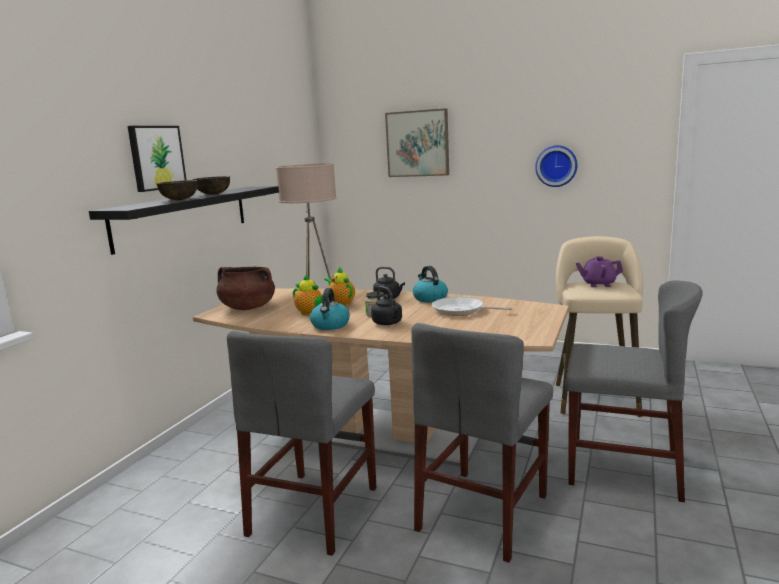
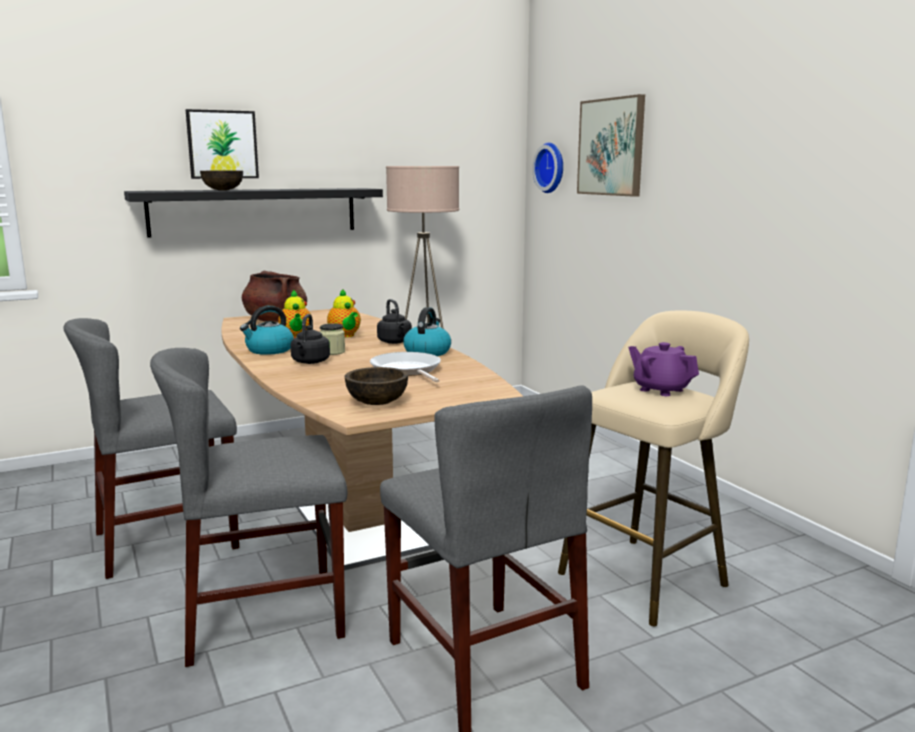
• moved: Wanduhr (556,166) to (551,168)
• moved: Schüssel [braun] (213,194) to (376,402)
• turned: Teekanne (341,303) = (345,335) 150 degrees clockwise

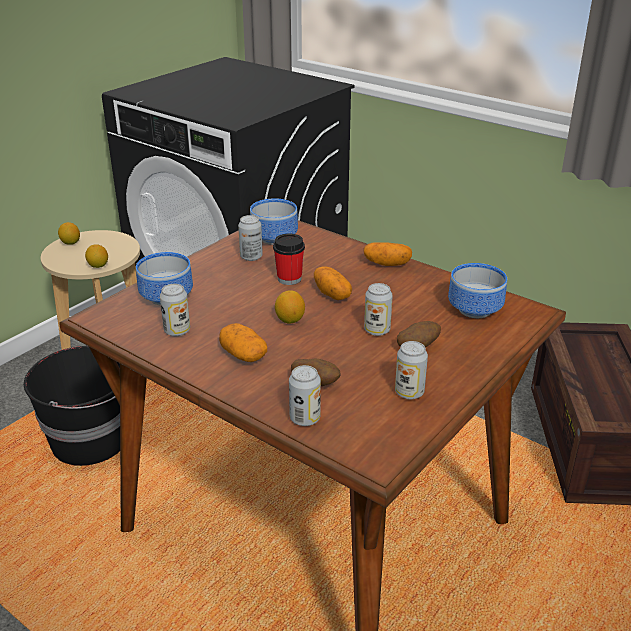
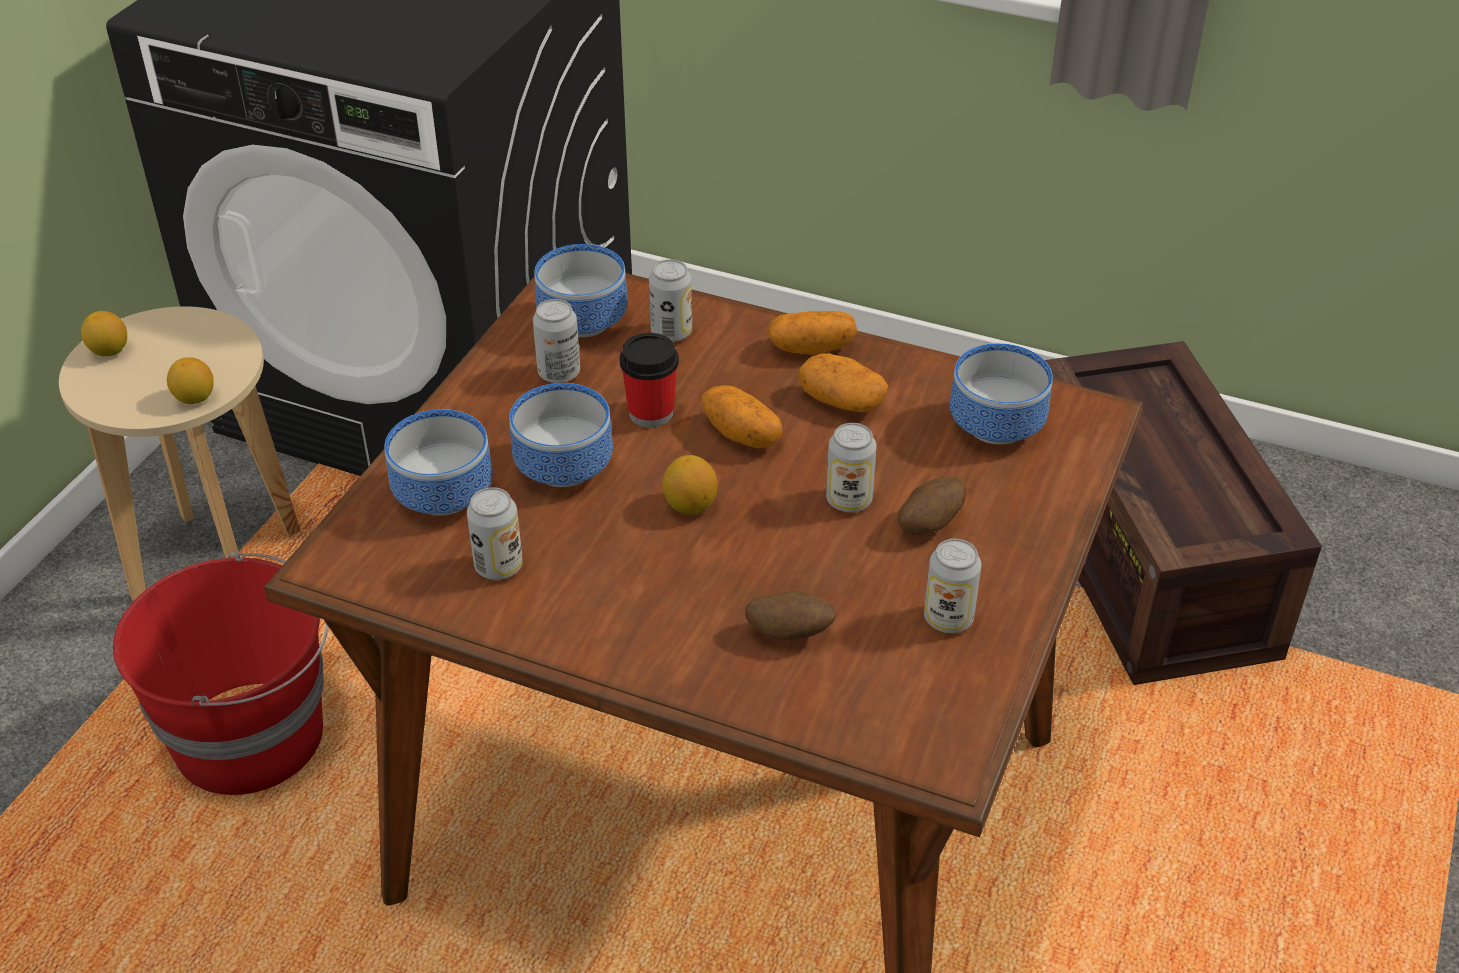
• moved: Kartoffel (243,355) to (841,402)
• recoloured: Eimer [schwarz] (92,441) to Eimer [rot] (253,737)
• moved: Dose (305,418) to (671,332)
• added: Schüssel (559,467)

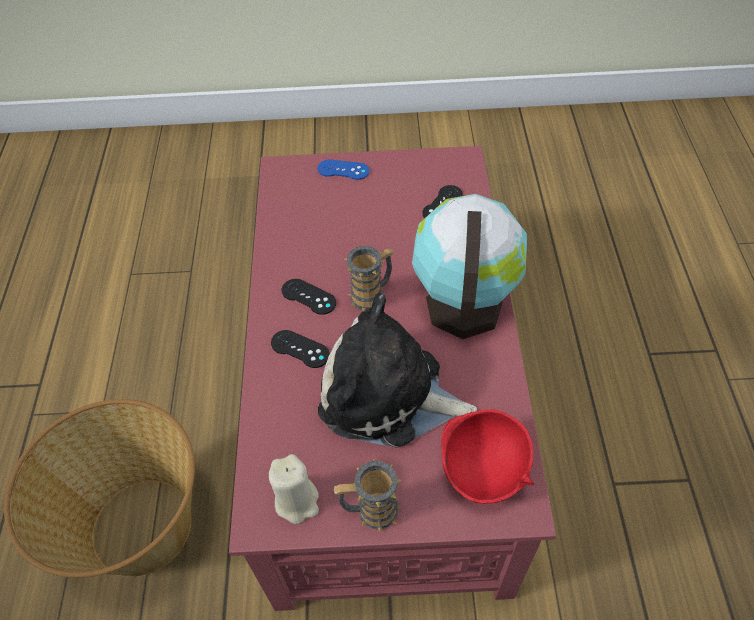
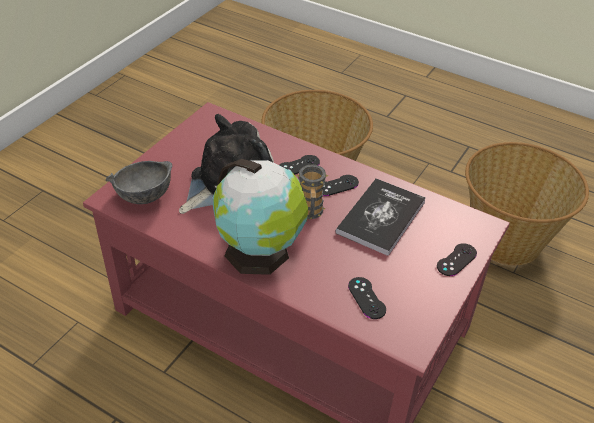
• recoloured: Gamepad [blau] (343,170) to Gamepad [schwarz] (456,260)
• recoloured: Schüssel [rot] (483,472) to Schüssel [grau] (144,195)
• removed: Kerze [beige] (297,501)
• removed: Henkelbecher (370,511)
• added: Korb (506,239)
• added: Buch (381,217)

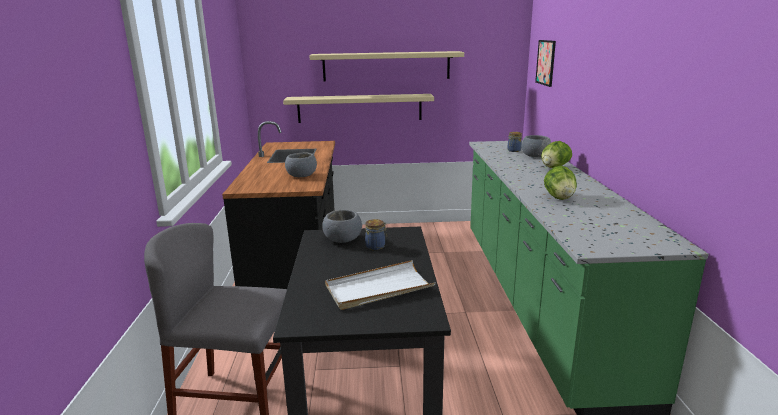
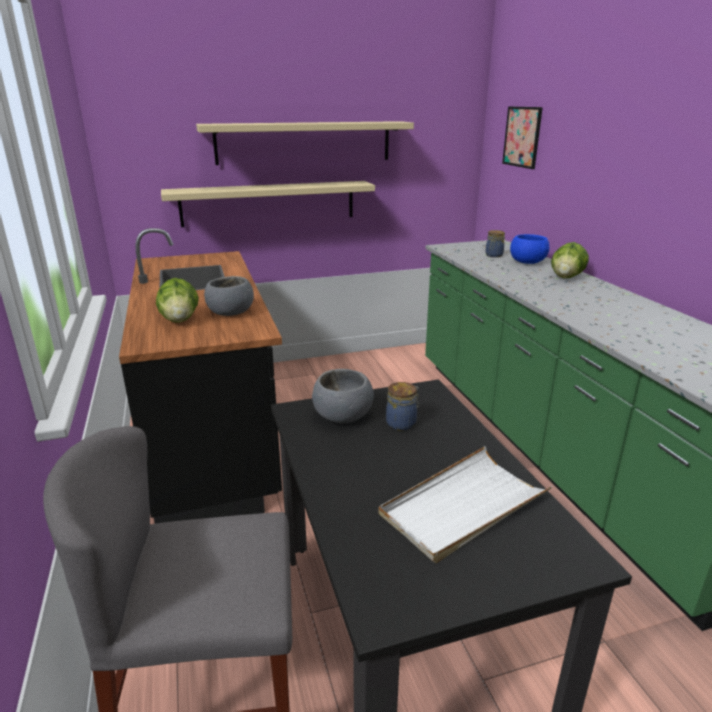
• recoloured: Schüssel [grau] (535,156) to Schüssel [blau] (527,262)
• moved: Salatkopf (559,198) to (180,320)

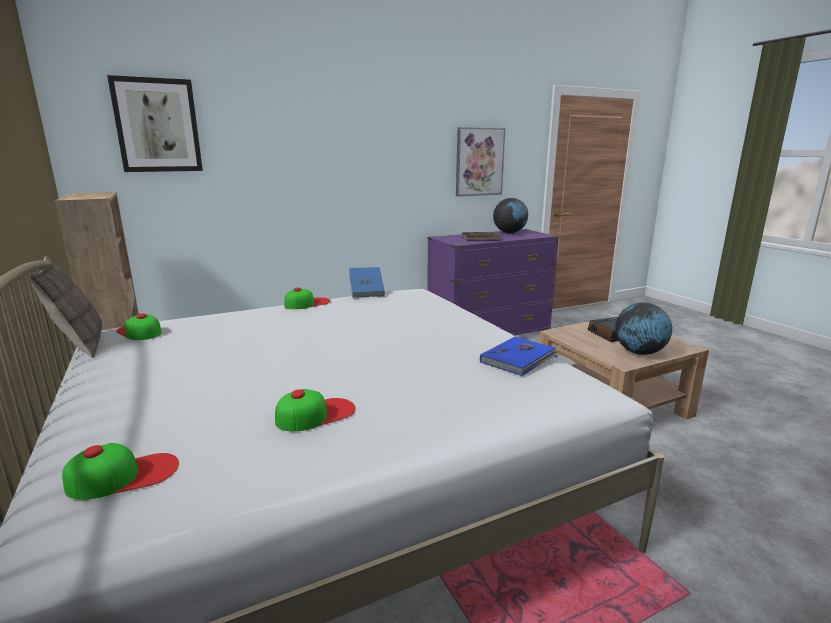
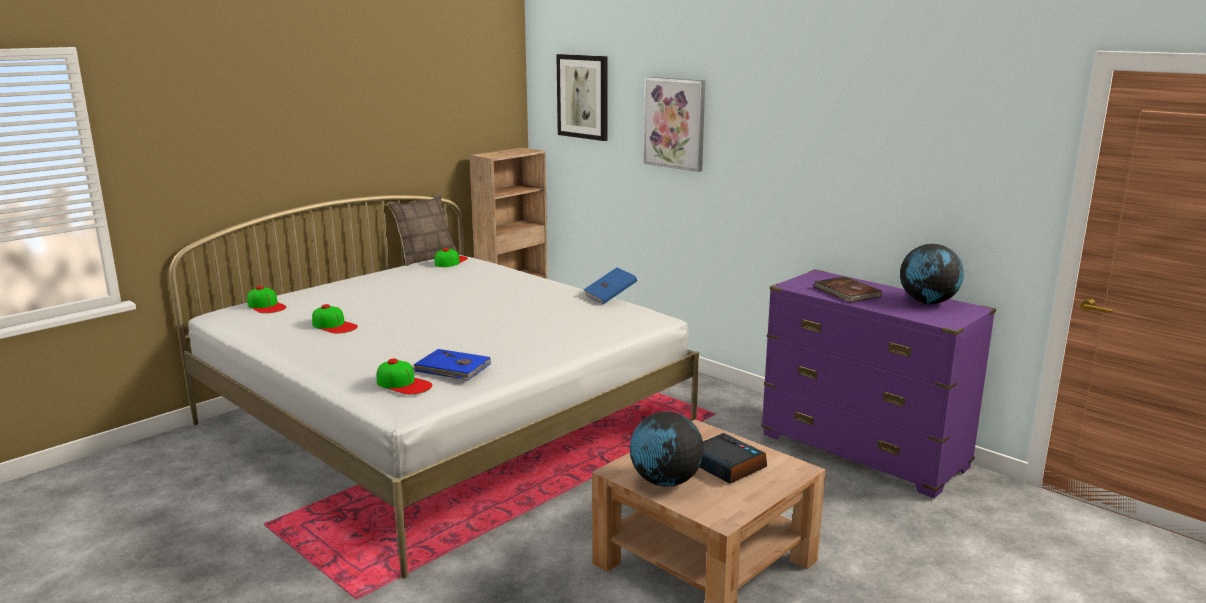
• moved: Bild (479,162) to (675,123)
• moved: Kappe (307,303) to (403,384)

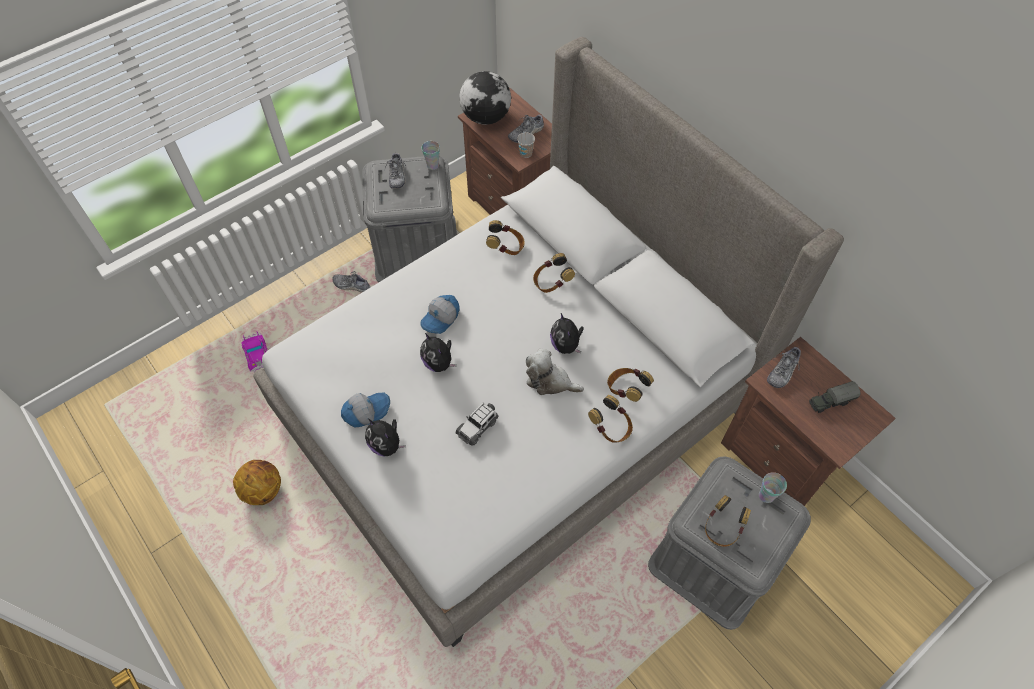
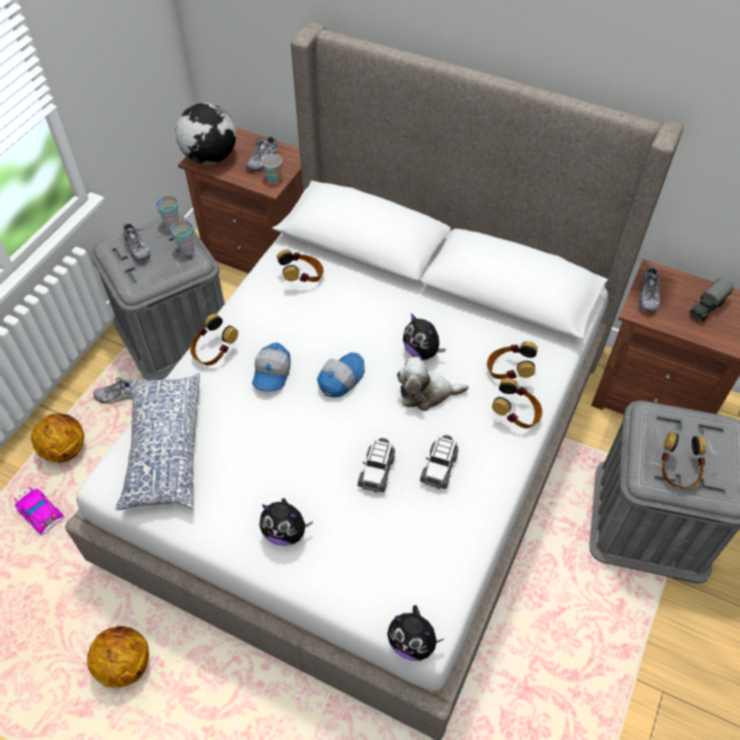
• moved: Kopfhörer (551,283) to (214,352)
• moved: Plüschtier (439,363) to (412,642)
• moved: Kappe (366,411) to (340,378)
• moved: Tasse (766,495) to (187,250)
• added: Kissen (163,449)
• added: Basketball (65,449)
• added: Spielzeugauto (439,467)

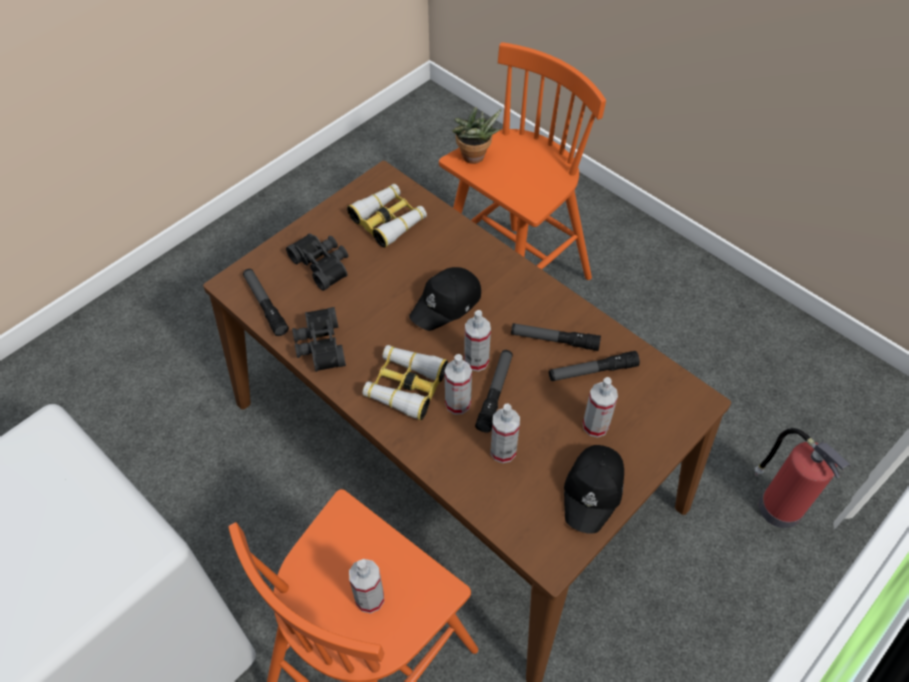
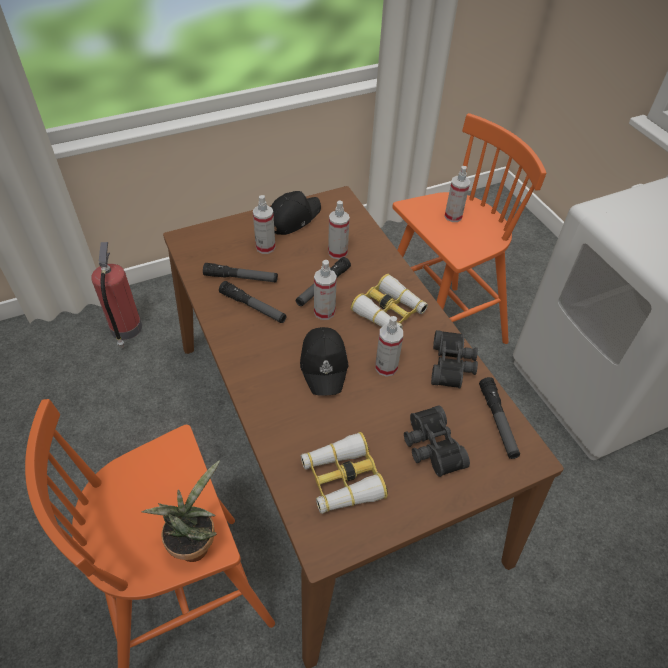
• turned: Kappe [schwarz] (447,304) = (324,365) 105 degrees clockwise
• moved: Sprühflasche (458,403) to (386,367)

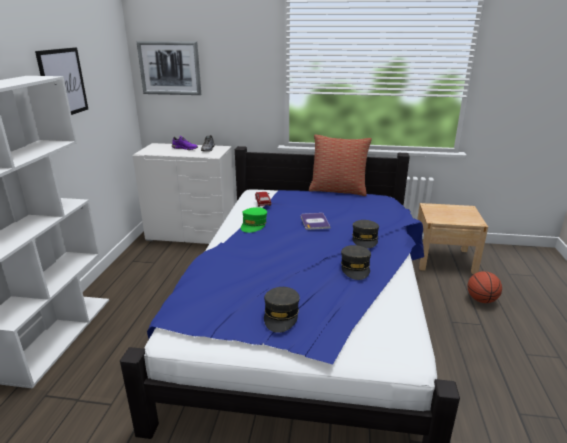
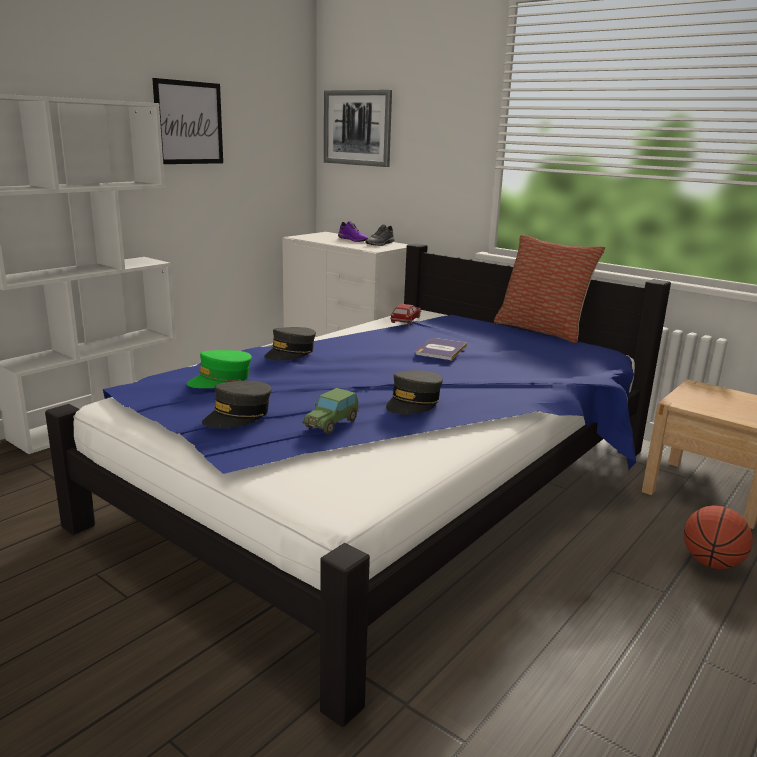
• moved: Kappe [grün] (253,225) to (221,380)
• moved: Kappe [grau] (365,239) to (290,353)
• added: Spielzeugauto (331,423)

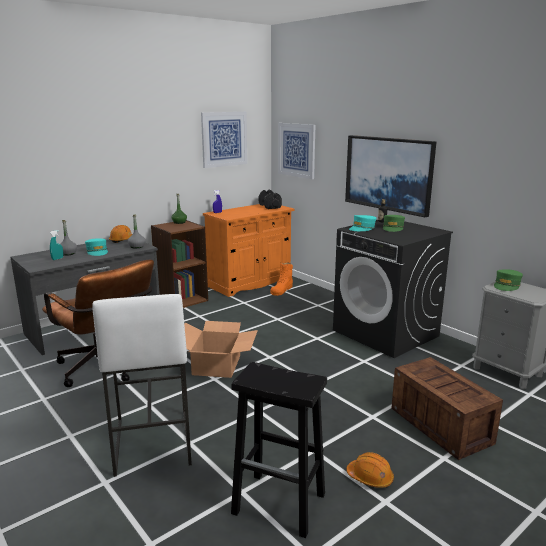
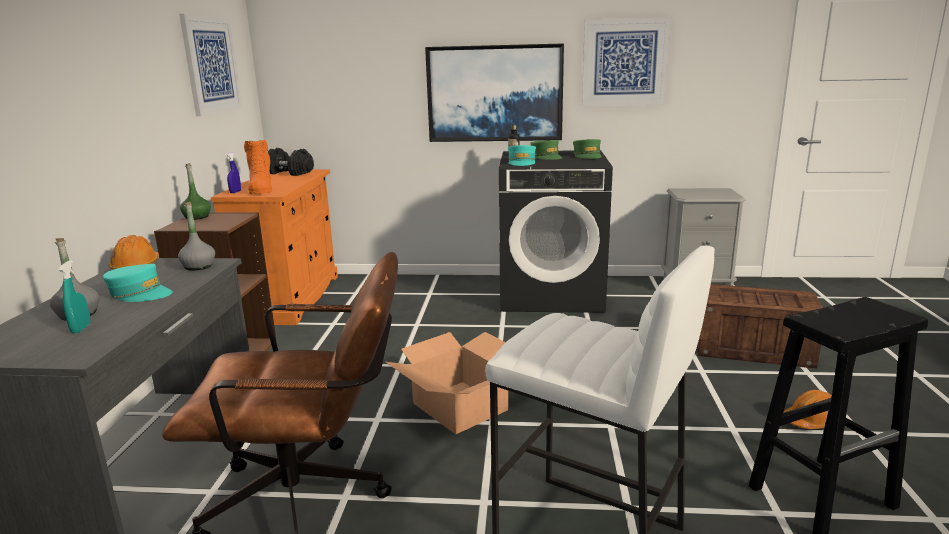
• moved: Bild (296,150) to (624,62)
• moved: Stiefel [orange] (282,290) to (261,189)
• moved: Kappe [grün] (507,285) to (587,156)

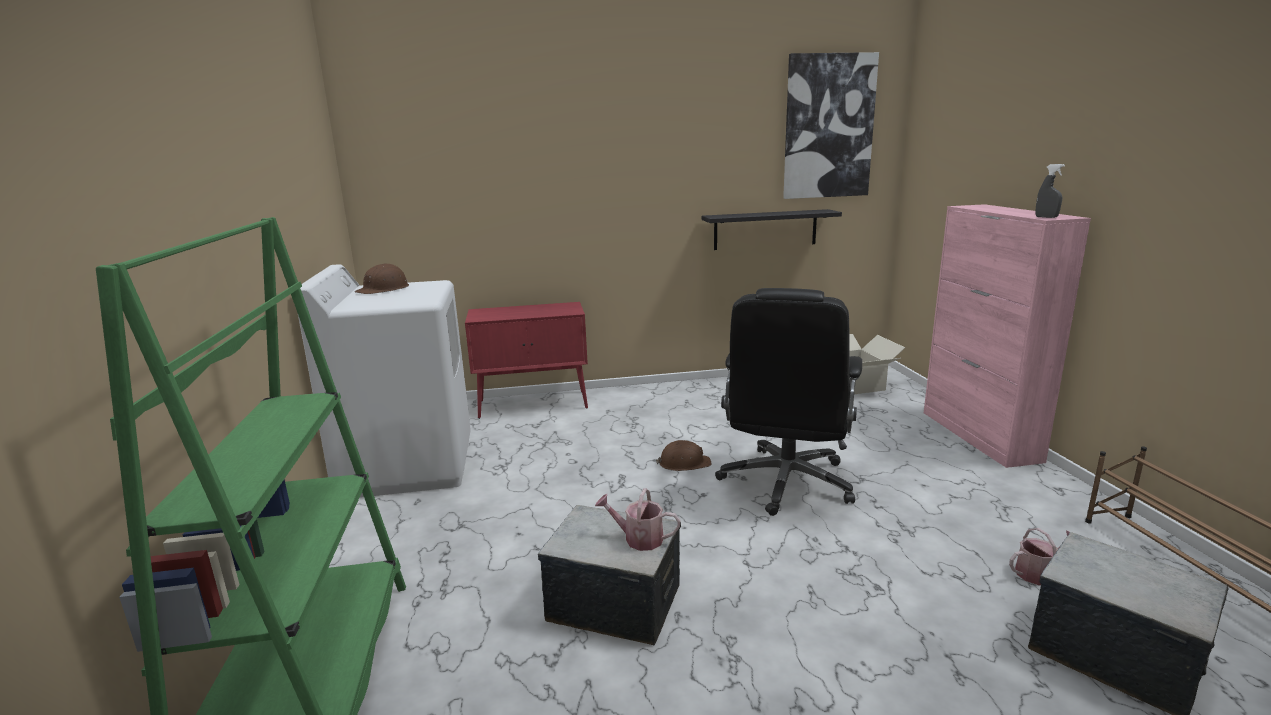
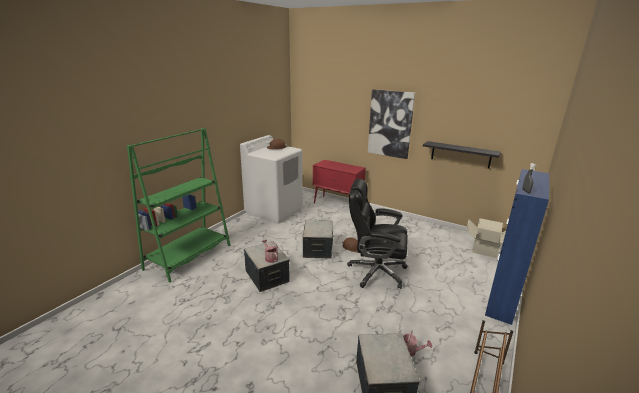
• moved: Bild (828,127) to (390,124)
• recoloured: Schrank [rosa] (979,436) to Schrank [blau] (502,298)
• turned: Bürostuhl [schwarz] (786,483) = (375,272) 45 degrees clockwise
• added: Aufbewahrungsbox (318,249)

